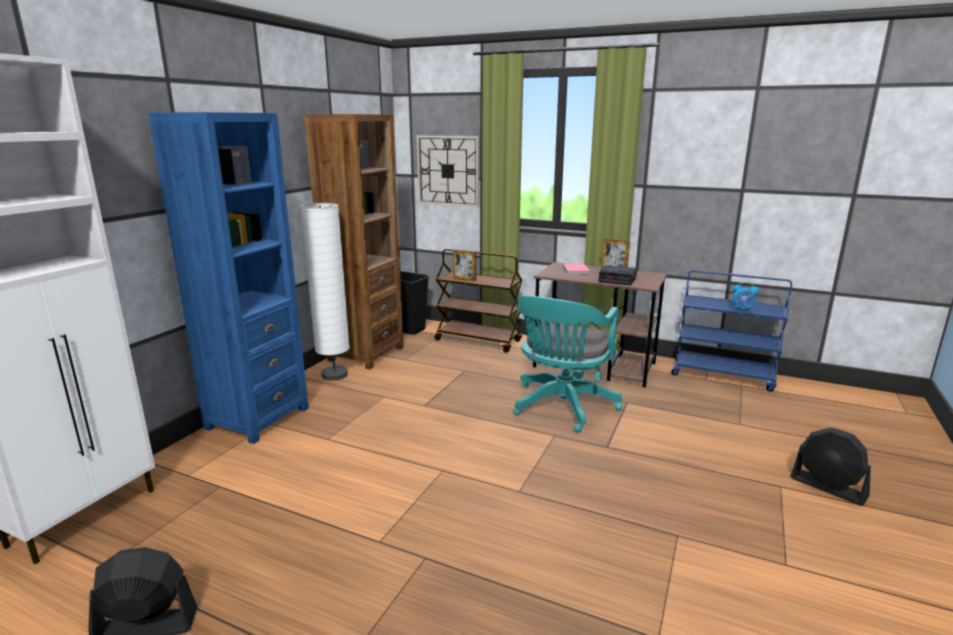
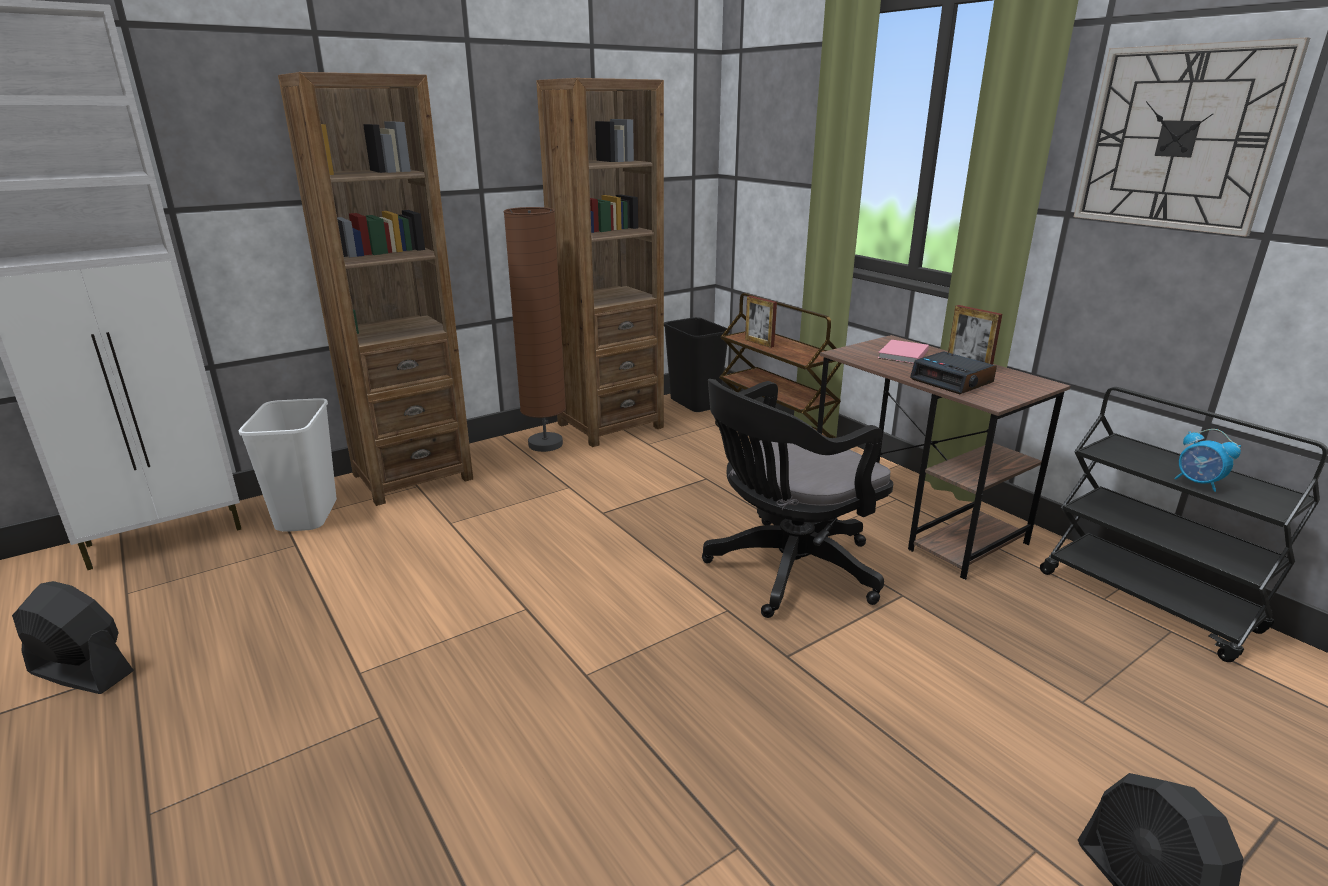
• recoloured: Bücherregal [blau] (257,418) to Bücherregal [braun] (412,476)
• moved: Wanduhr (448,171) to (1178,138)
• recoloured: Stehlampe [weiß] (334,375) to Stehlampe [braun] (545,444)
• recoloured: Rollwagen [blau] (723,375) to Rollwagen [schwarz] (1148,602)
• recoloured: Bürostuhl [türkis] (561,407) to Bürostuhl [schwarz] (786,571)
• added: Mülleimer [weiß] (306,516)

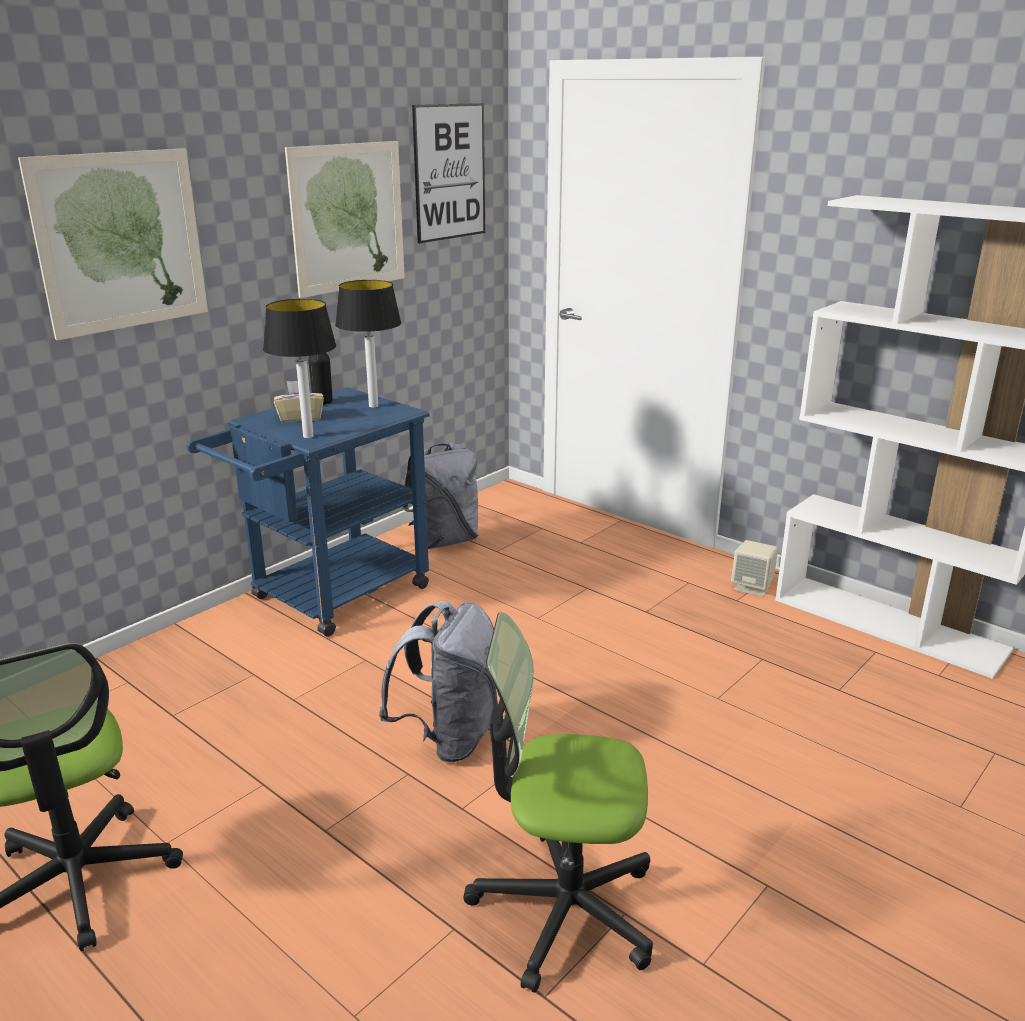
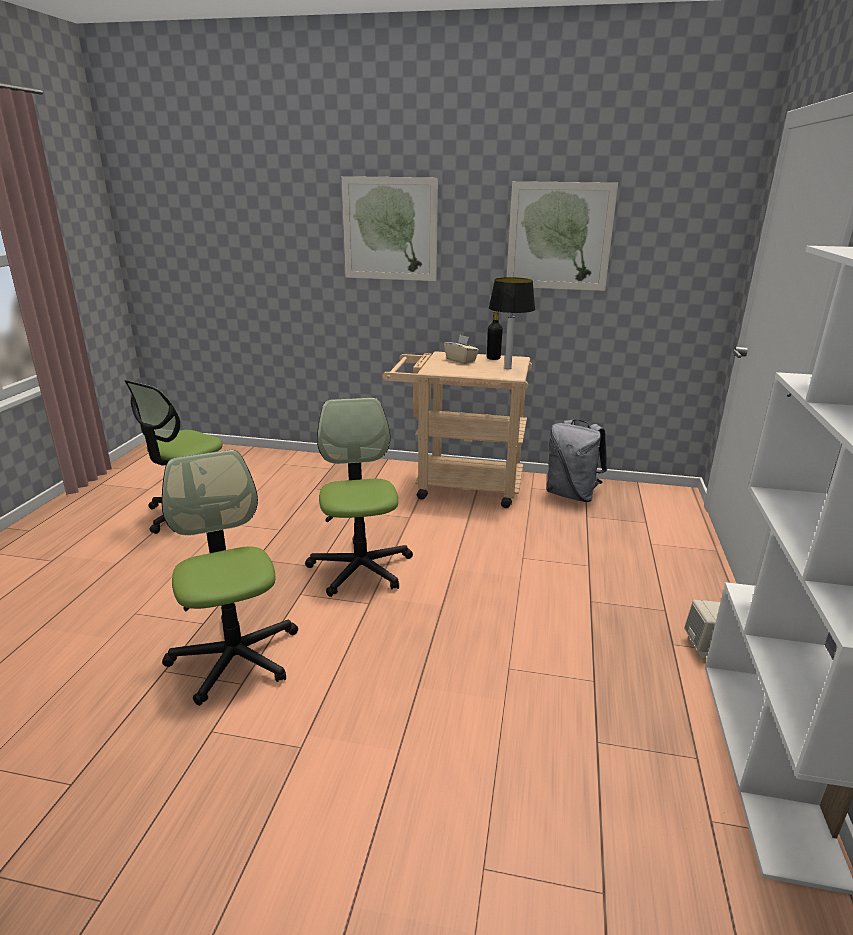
• removed: Bild (450,172)
• removed: Tischlampe (307,436)
• recoloured: Rollwagen [blau] (329,597) to Rollwagen [beige] (458,485)
• replaced: Rucksack [grau] (449,737) to Bürostuhl (360,568)

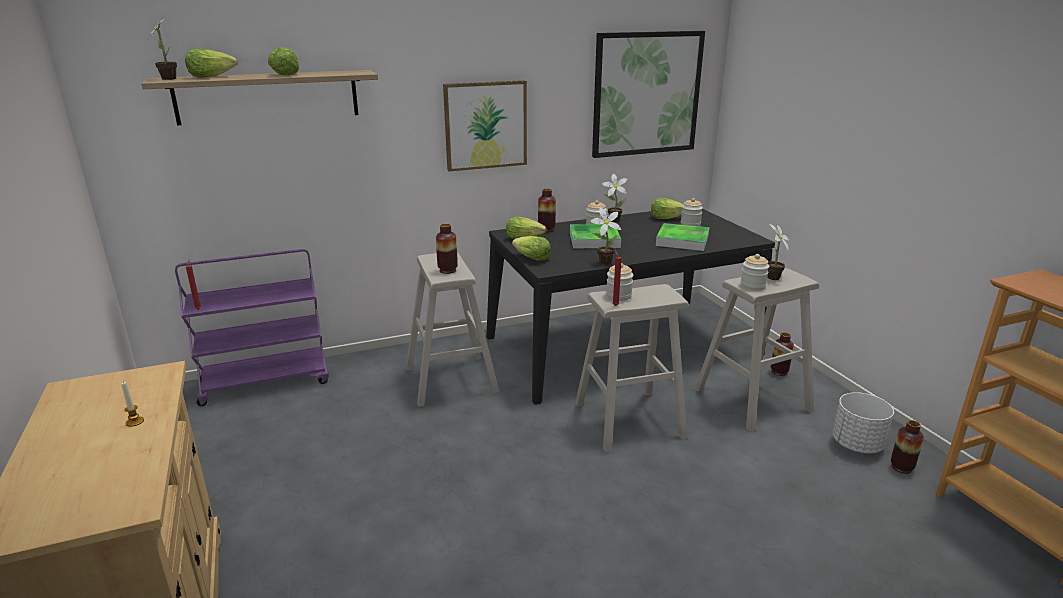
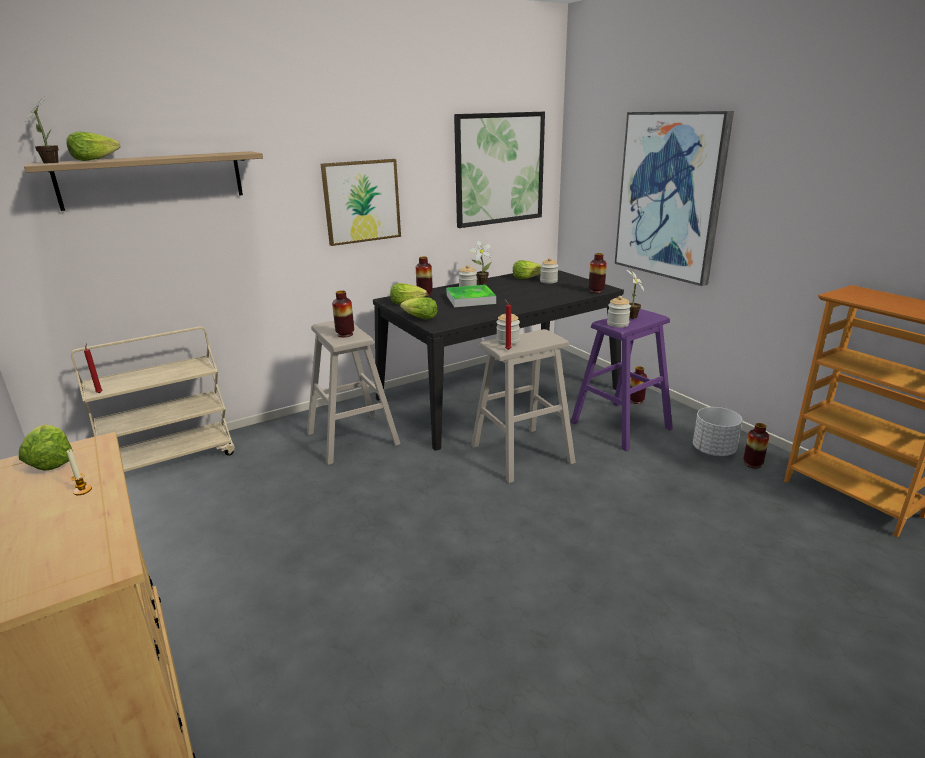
• moved: Salatkopf (284,74) to (50,461)
• removed: Topfpflanze (603,262)
• removed: Tablett (682,240)
• recoloured: Rollwagen [lila] (266,381) to Rollwagen [beige] (171,459)
• recoloured: Hocker [beige] (752,400) to Hocker [lila] (620,425)
• added: Bild (670,196)
• added: Vase (596,291)

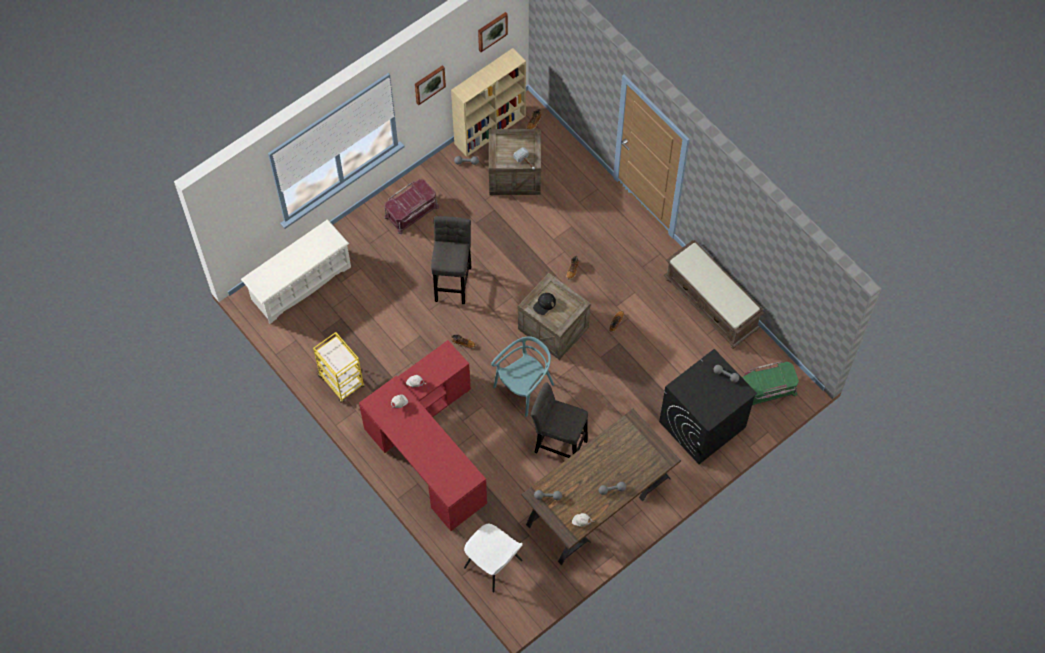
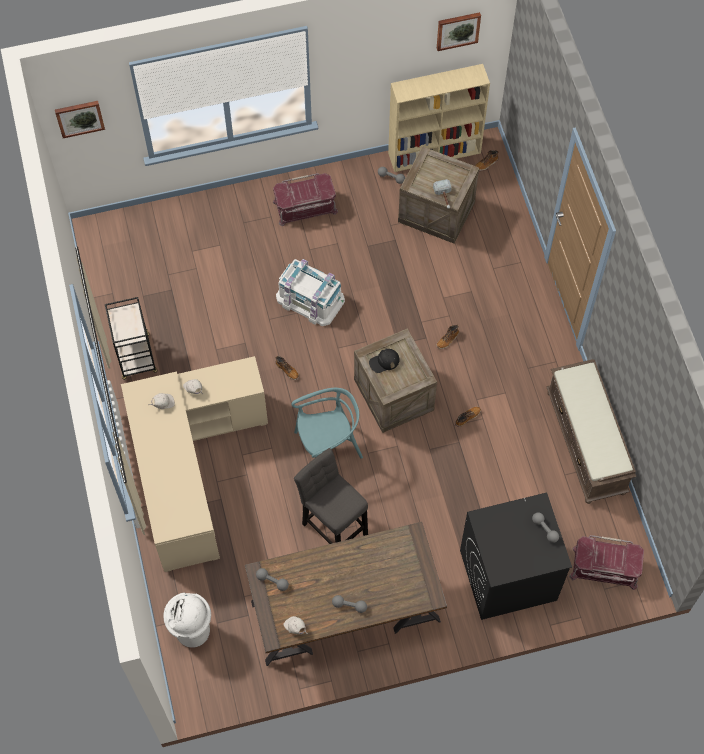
• moved: Bild (429,84) to (79,118)
• replaced: Hocker [grau] (453,281) to Aufbewahrungsbox [weiß] (310,299)
• removed: Schuhregal [weiß] (300,283)
• recoloured: Rollwagen [gelb] (341,381) to Rollwagen [schwarz] (136,357)
• recoloured: Schreibtisch [rot] (428,448) to Schreibtisch [beige] (189,468)
• recoloured: Aufbewahrungsbox [grün] (768,390) to Aufbewahrungsbox [rot] (604,568)
• replaced: Stuhl [weiß] (494,565) to Mülleimer [weiß] (192,632)

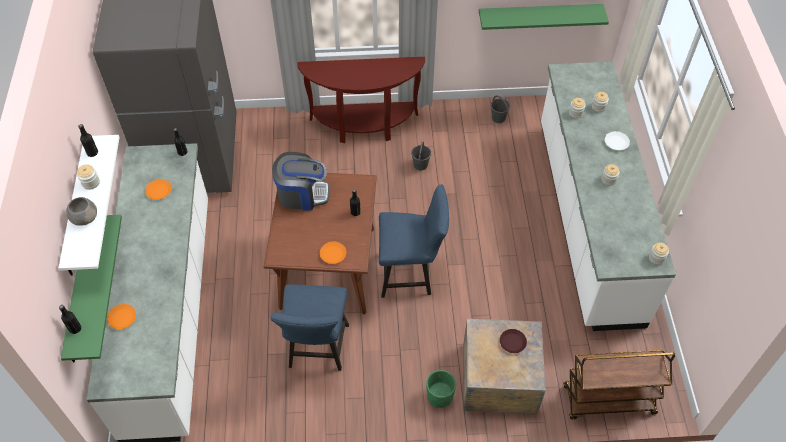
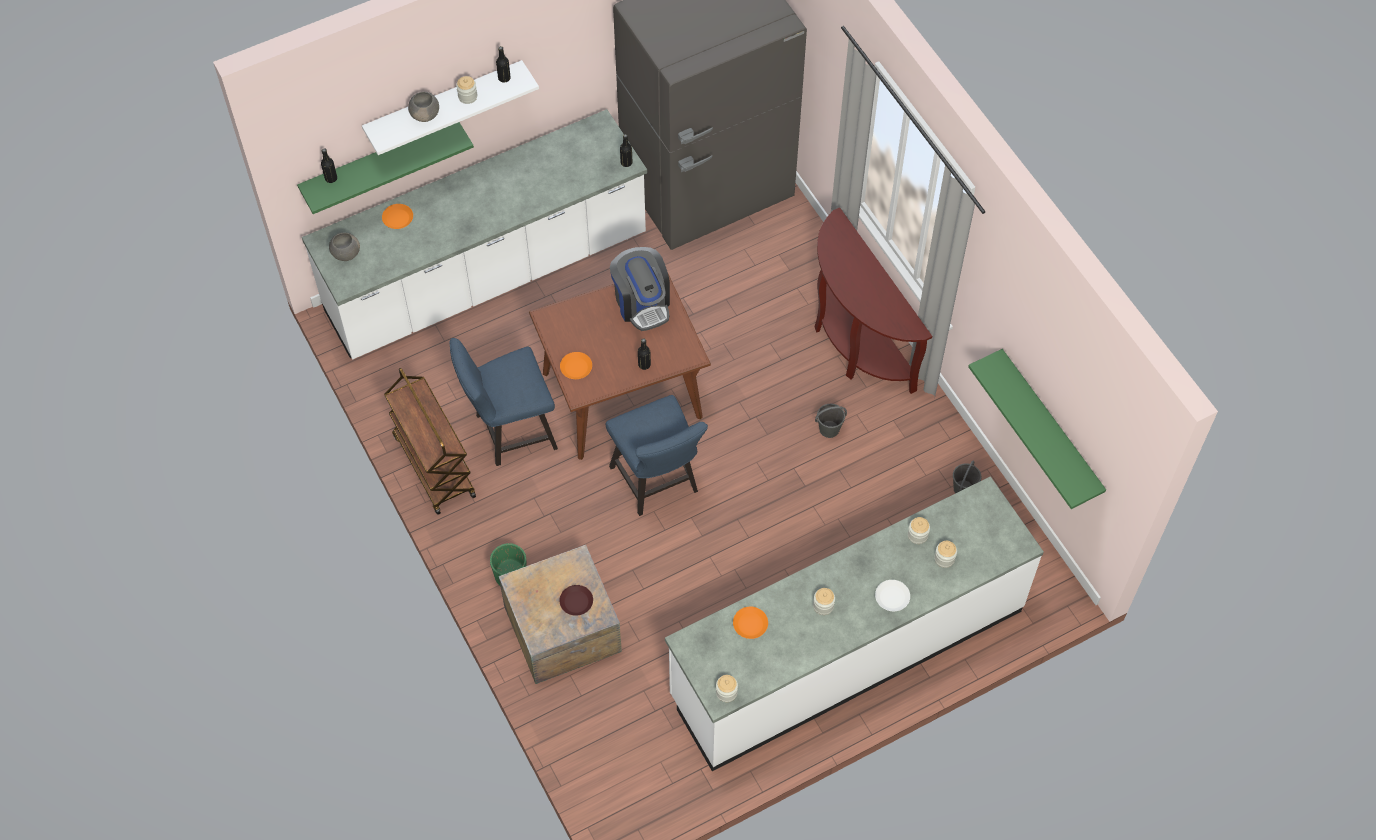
• moved: Teller [orange] (158,191) to (750,624)
• moved: Rollwagen [braun] (608,400) to (433,465)
• added: Schüssel [grau] (345,253)

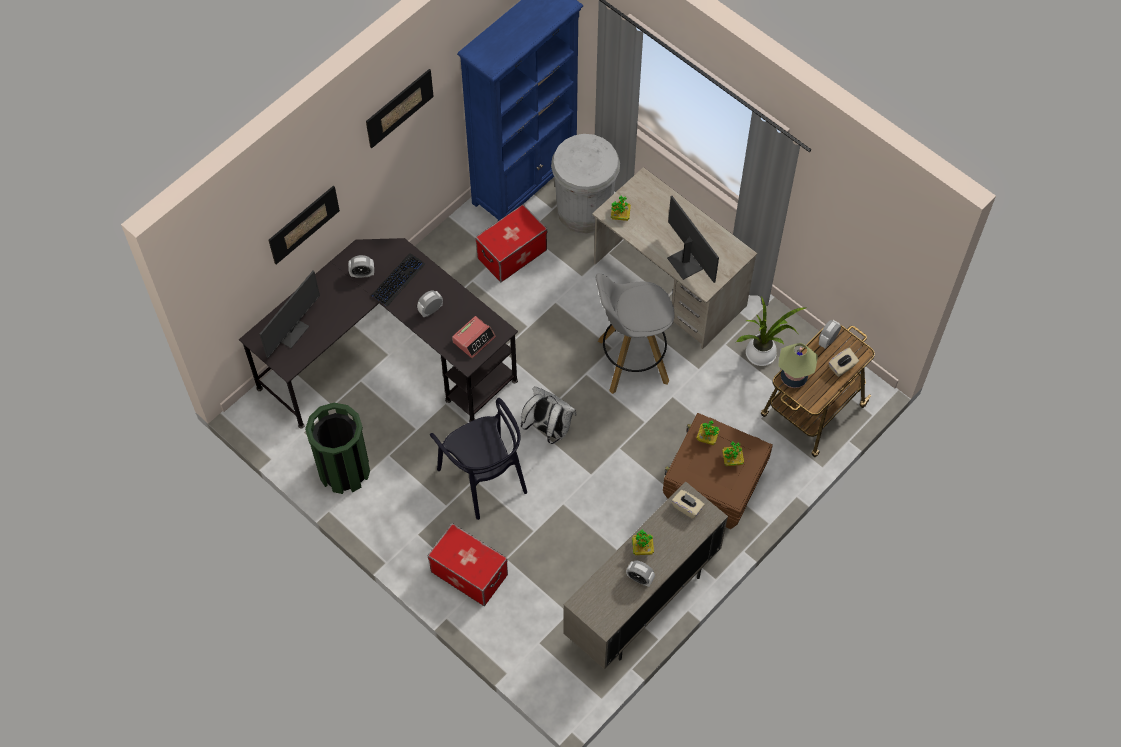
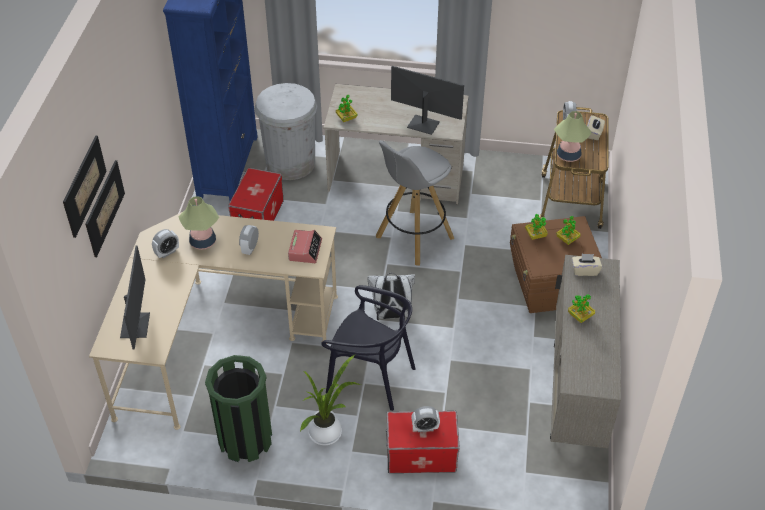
• moved: Bild (399,108) to (84,185)
• recoloured: Schreibtisch [schwarz] (387,358) to Schreibtisch [beige] (214,336)
• replaced: Tastatur (398,280) to Tischlampe (203,241)
• moved: Topfpflanze (763,354) to (328,432)
• moved: Wecker (639,579) to (425,428)

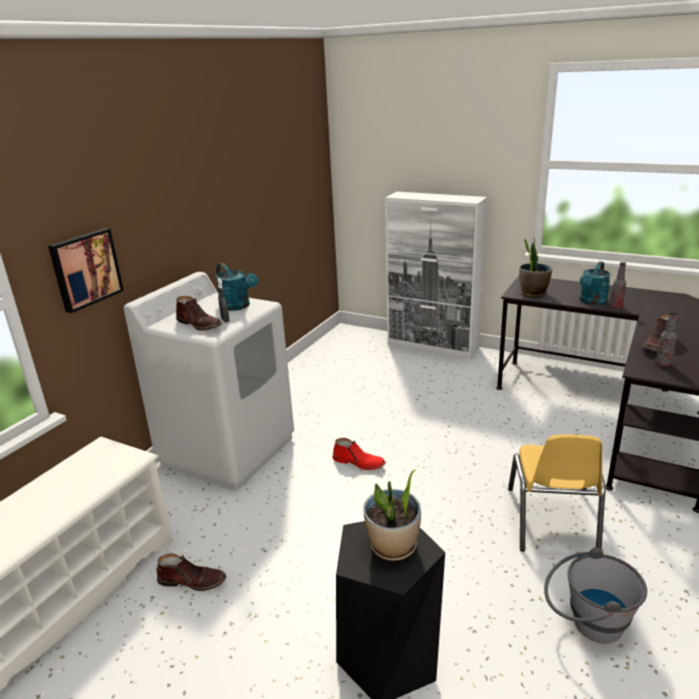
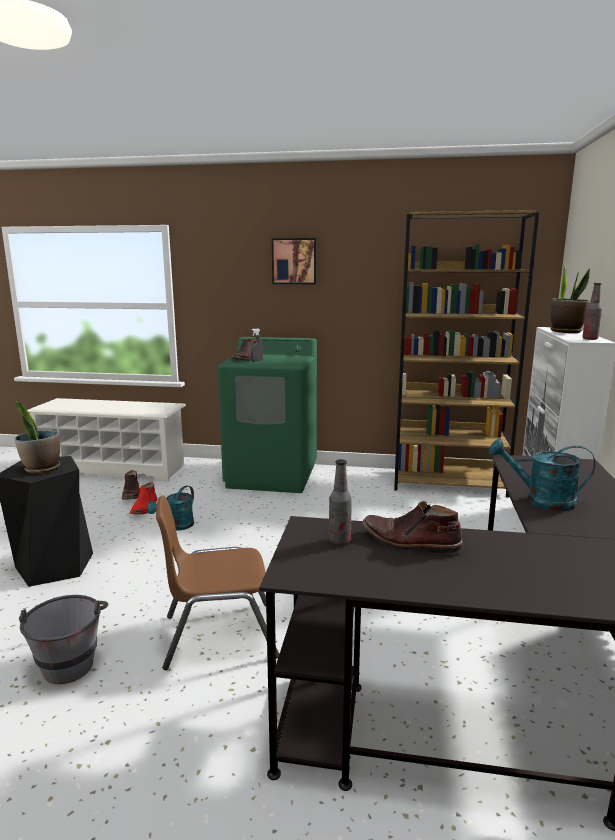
• moved: Bild (85,269) to (294,261)
• moved: Topfpflanze (533,293) to (566,331)
• moved: Flasche (616,307) to (590,339)
• moved: Gießkanne [türkis] (238,306) to (176,526)
• recoloured: Waschmaschine [weiß] (228,450) to Waschmaschine [grün] (272,476)
• recoloured: Stuhl [gelb] (551,521) to Stuhl [braun] (219,635)
• moved: Stiefel [rot] (359,462) to (145,508)
• added: Bücherregal [braun] (449,483)

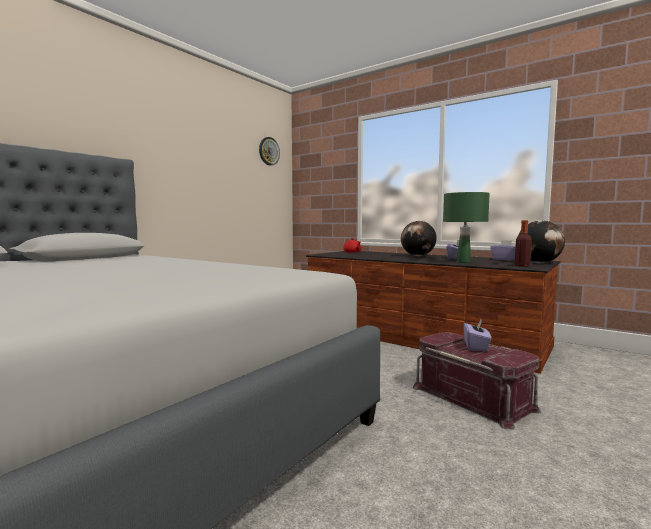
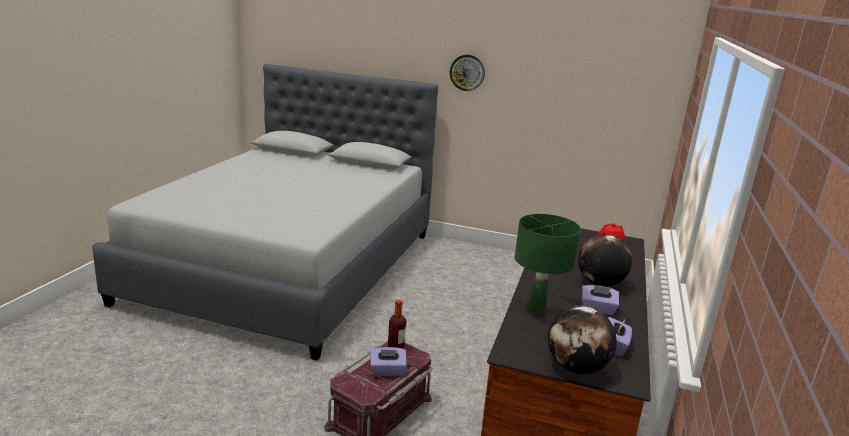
• moved: Wanduhr (269,151) to (467,72)
• moved: Flasche (522,265) to (396,347)

